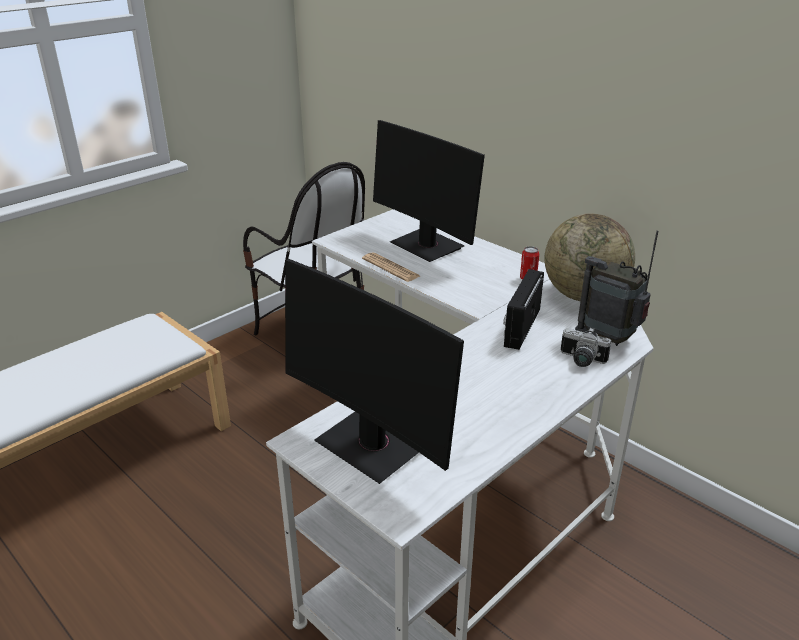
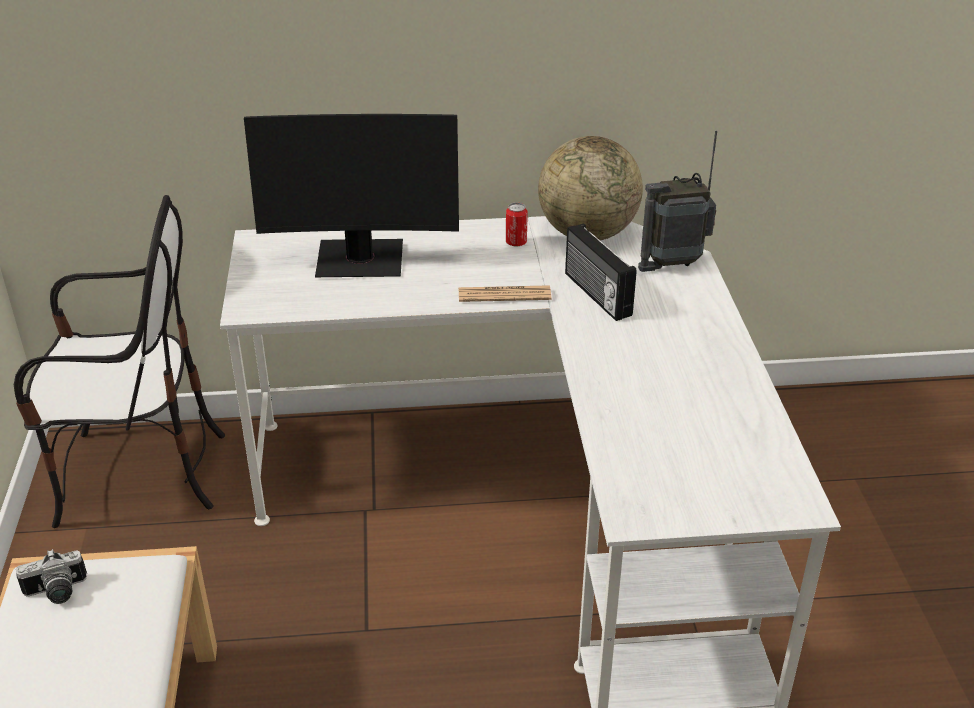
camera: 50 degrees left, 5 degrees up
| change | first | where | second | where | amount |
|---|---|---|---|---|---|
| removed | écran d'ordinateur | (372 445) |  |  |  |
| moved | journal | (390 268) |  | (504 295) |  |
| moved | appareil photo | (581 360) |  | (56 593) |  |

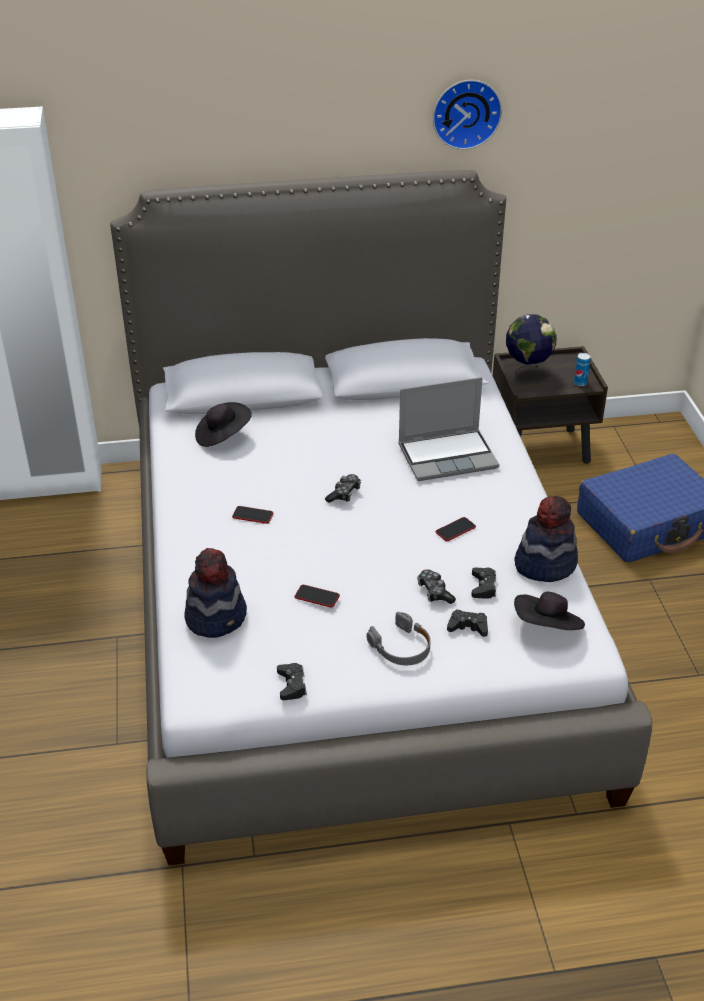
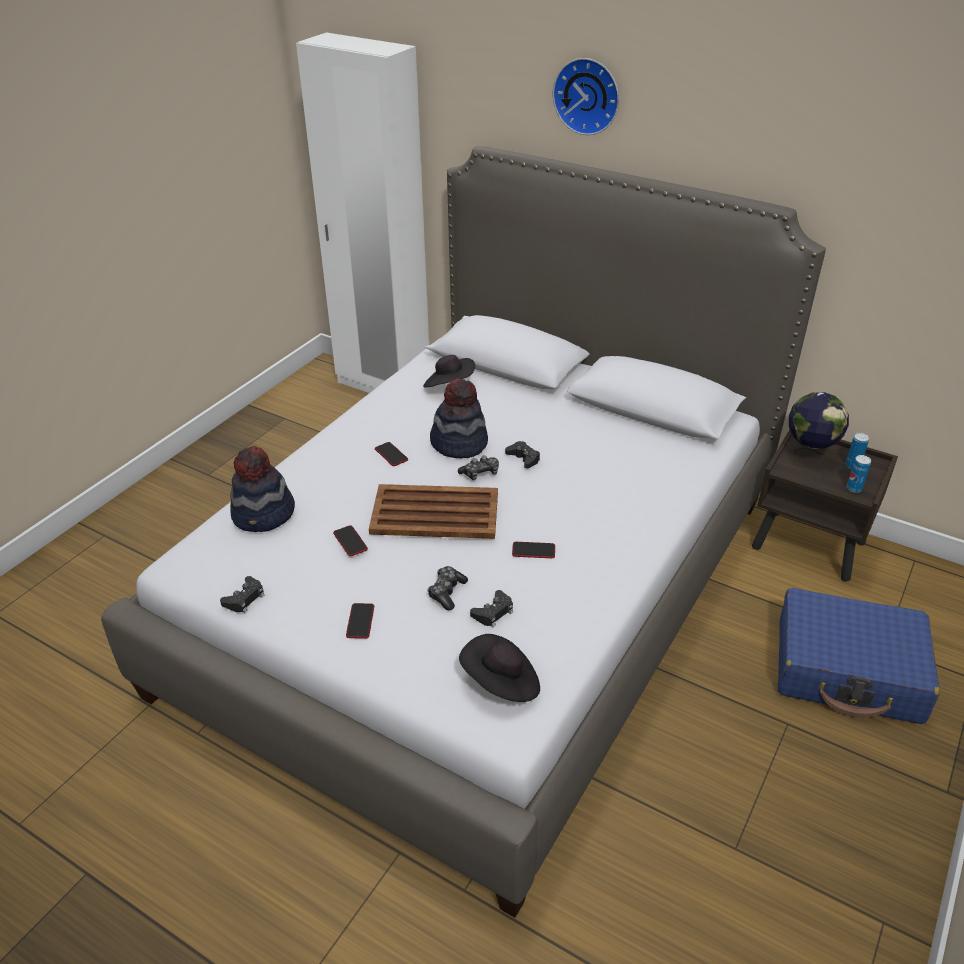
camera: 40 degrees right, 0 degrees up
| change | first | where | second | where | amount |
|---|---|---|---|---|---|
| removed | ordinateur portable | (448 456) |  |  |  |
| added |  |  | plateau/marron | (433 513) |  |
| added |  |  | boîte métallique | (852 465) |  |
| moved | horloge murale | (466 113) |  | (588 95) |  |
| moved | manette/noir | (468 627) |  | (523 458) |  |
| moved | chapeau | (544 563) |  | (459 443) |  |
| replaced | casque audio/gris | (401 647) | téléphone | (360 621) |  |

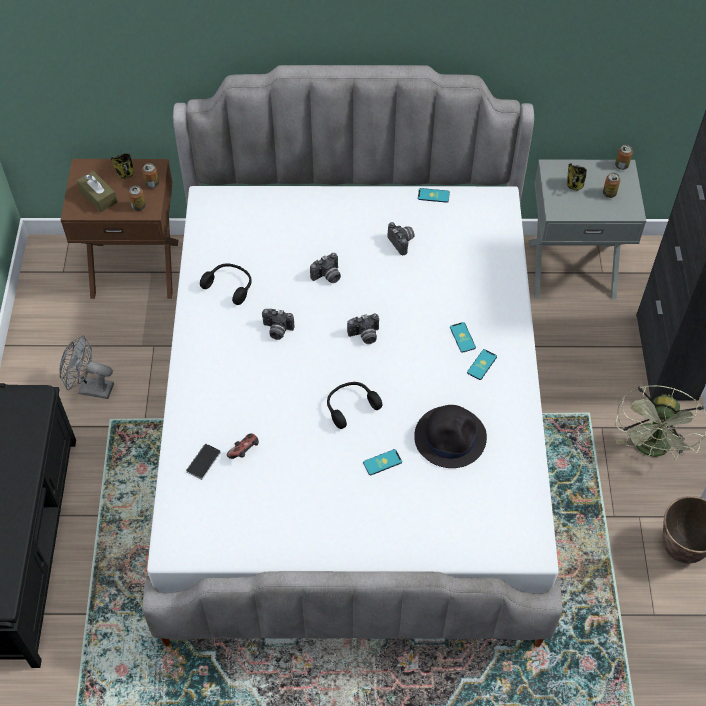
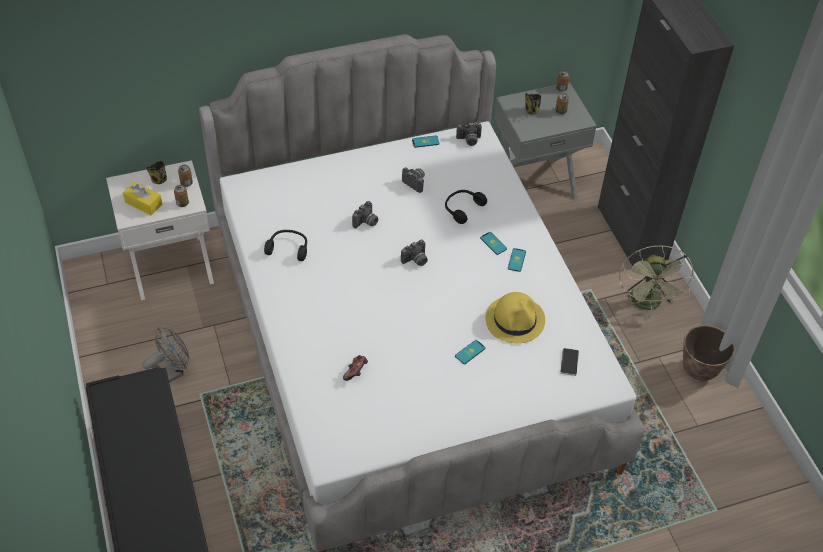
camera: 20 degrees left, 5 degrees down
| change | first | where | second | where | amount |
|---|---|---|---|---|---|
| moved | téléphone | (203 462) |  | (569 362) |  |
| moved | appareil photo | (277 330) |  | (469 140) |  |
| moved | casque audio/noir | (350 406) |  | (462 208) |  |
| recoloured | table de chevet/marron | (135 267) | table de chevet/blanc | (171 265) |  |
| recoloured | boîte à mouchoirs/marron | (98 197) | boîte à mouchoirs/jaune | (143 203) |  |
| recoloured | chapeau/noir | (450 437) | chapeau/jaune | (515 320) |  |
| turned | ventilateur/gris | (90 388) |  | (171 373) | 150 degrees clockwise |

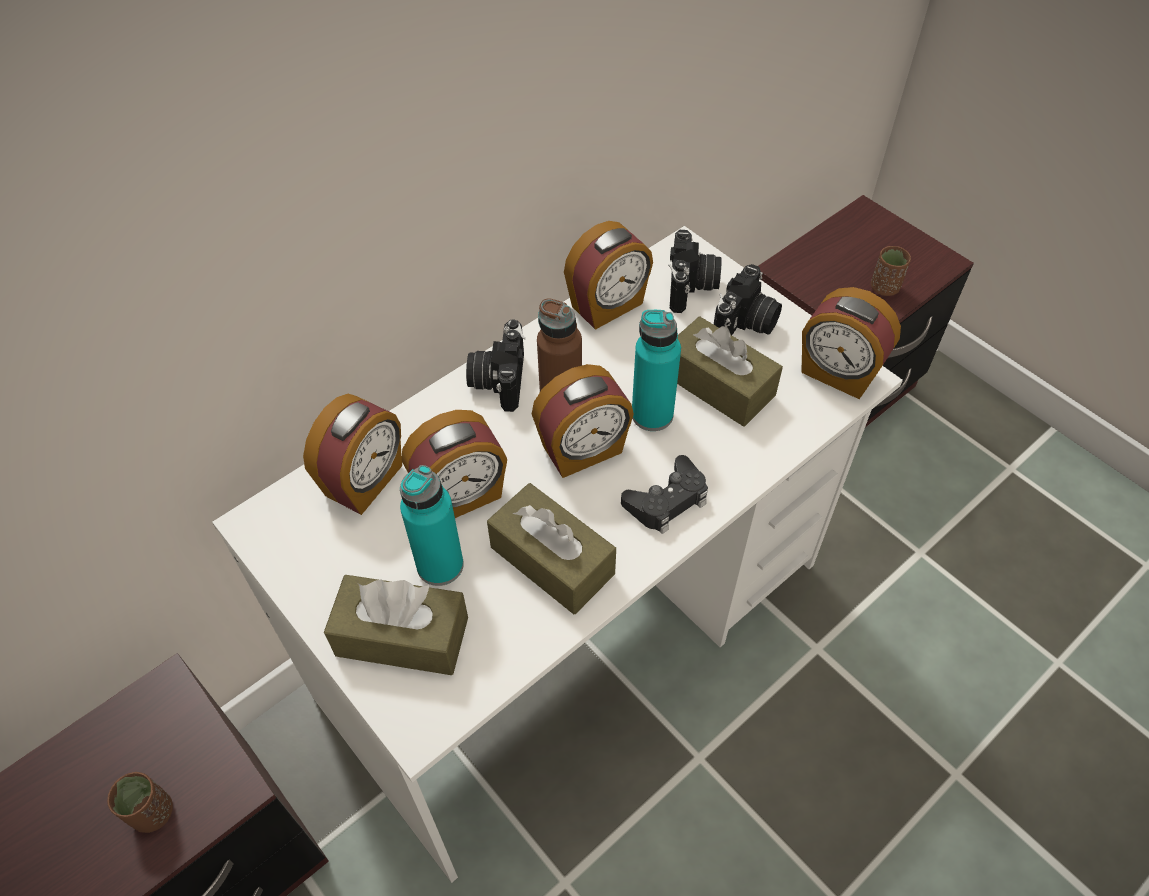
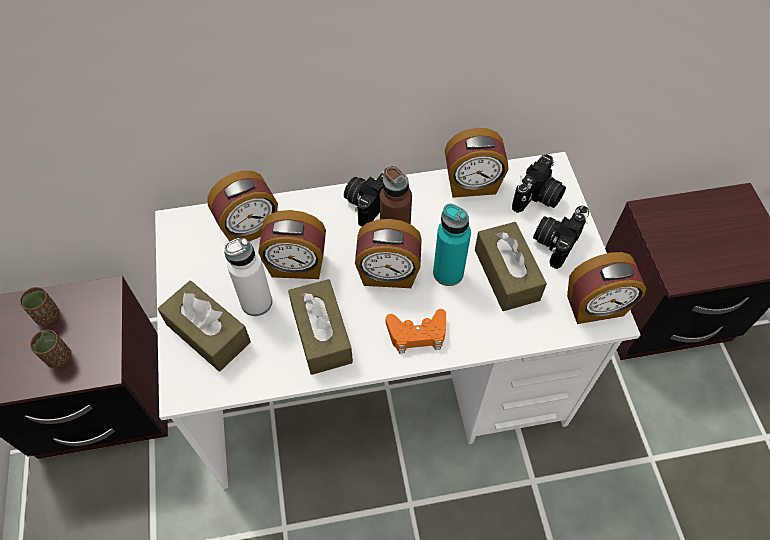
camera: 30 degrees right, 5 degrees up
| change | first | where | second | where | amount |
|---|---|---|---|---|---|
| moved | tasse/marron | (884 288) |  | (48 315) |  |
| recoloured | bouteille/turquoise | (440 565) | bouteille/blanc | (256 302) |  |
| recoloured | manette/noir | (667 500) | manette/orange | (417 334) |  |
| turned | appareil photo | (745 324) |  | (556 241) | 150 degrees clockwise |
| turned | réveil | (838 374) |  | (595 307) | 75 degrees counterclockwise |

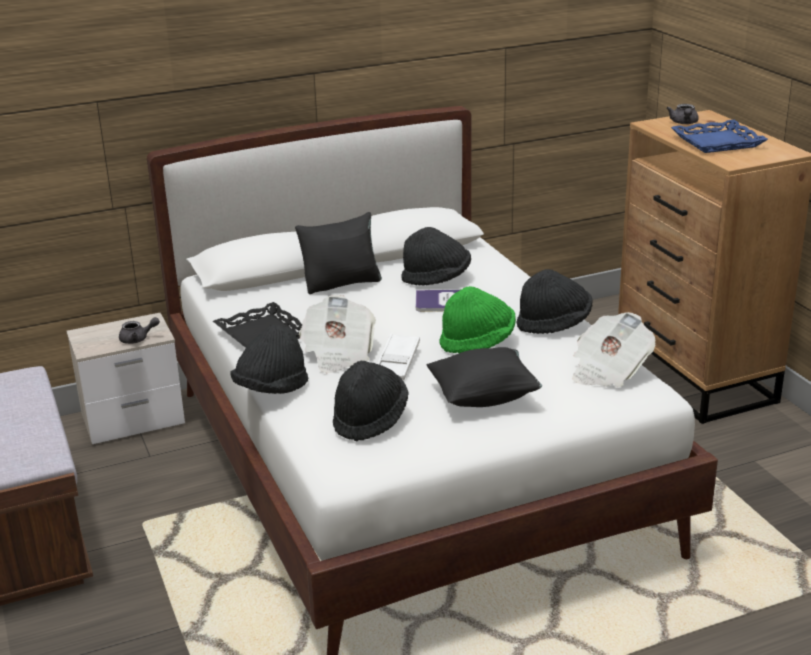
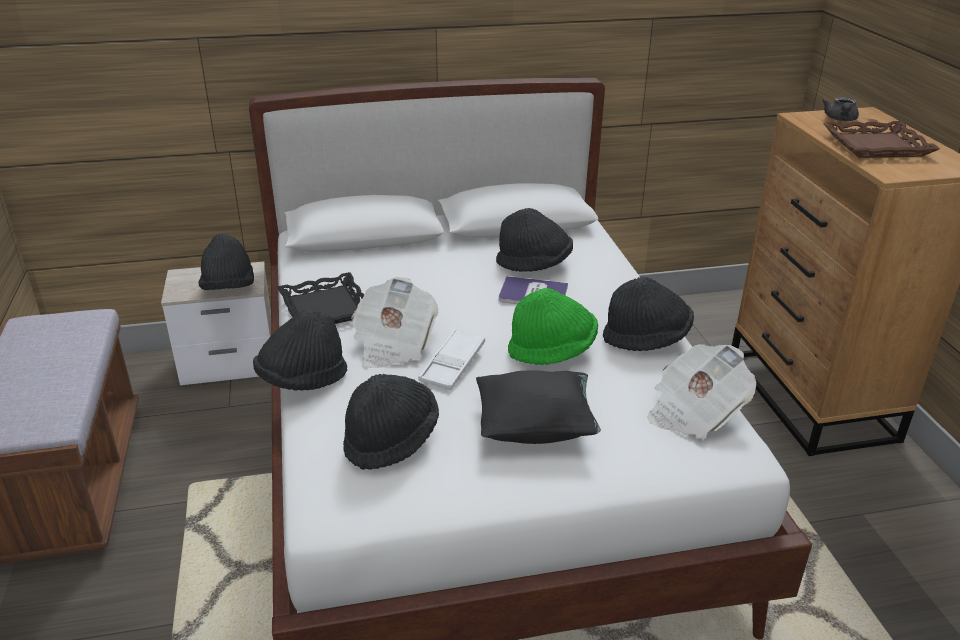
camera: 10 degrees right, 5 degrees up
| change | first | where | second | where | amount |
|---|---|---|---|---|---|
| removed | coussin/noir | (342 283) |  |  |  |
| replaced | théière/gris | (138 339) | chapeau/noir | (229 288) |  |
| recoloured | plateau/bleu | (717 142) | plateau/marron | (876 146) |  |

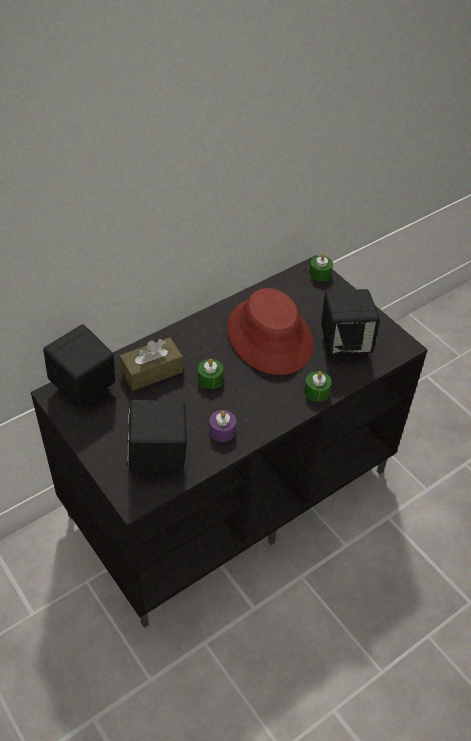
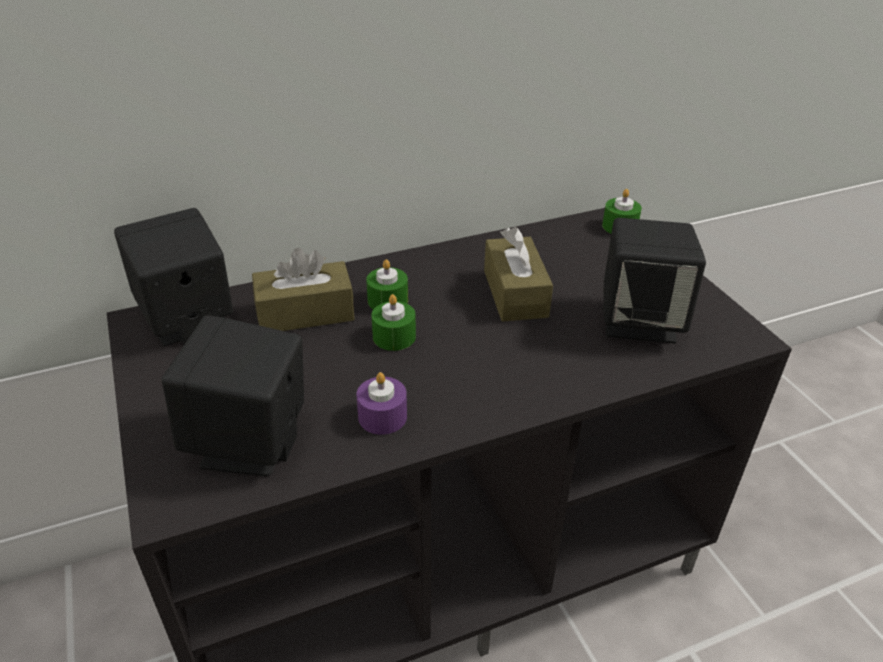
camera: 15 degrees right, 10 degrees down
| change | first | where | second | where | amount |
|---|---|---|---|---|---|
| moved | bougie/vert | (316 392) |  | (388 300) |  |
| replaced | chapeau/rouge | (270 336) | boîte à mouchoirs/marron | (515 293) |  |

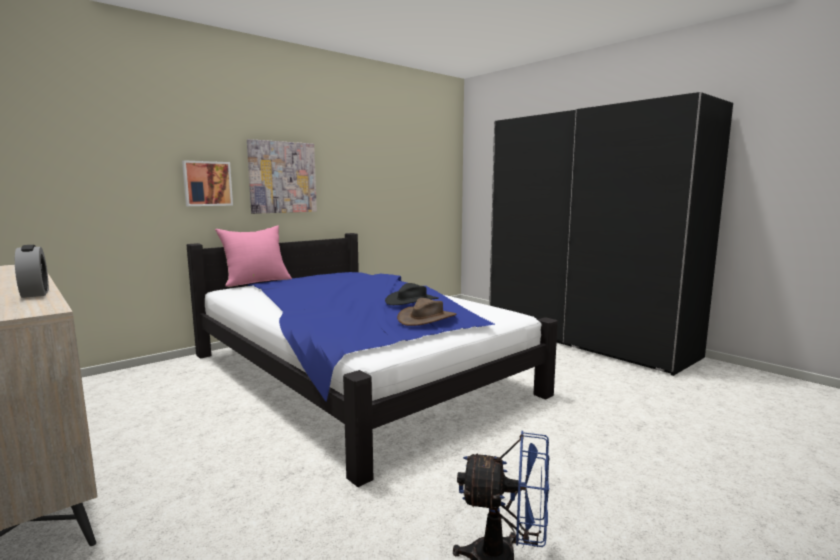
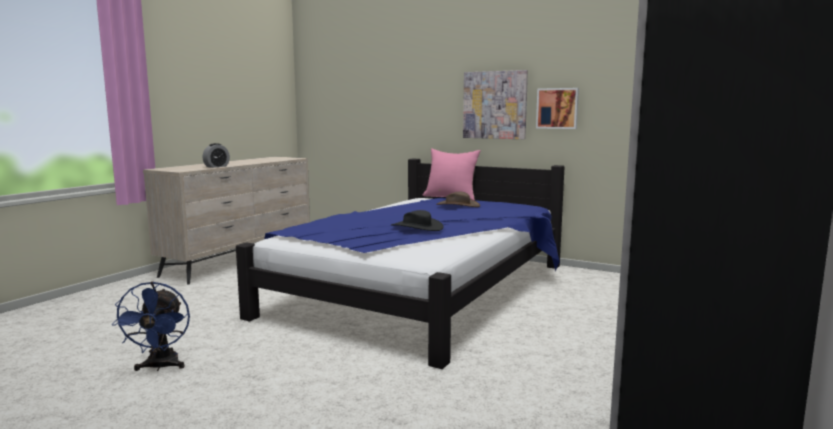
camera: 70 degrees right, 0 degrees up
| change | first | where | second | where | amount |
|---|---|---|---|---|---|
| moved | tableau | (207 183) |  | (557 108) |  |
| moved | chapeau/marron | (427 318) |  | (458 205) |  |

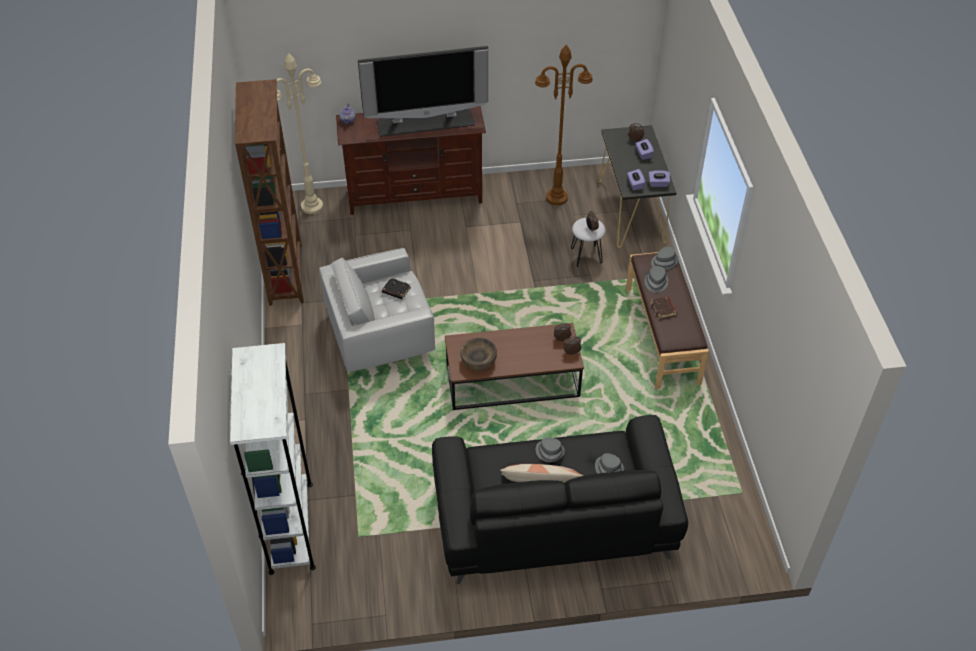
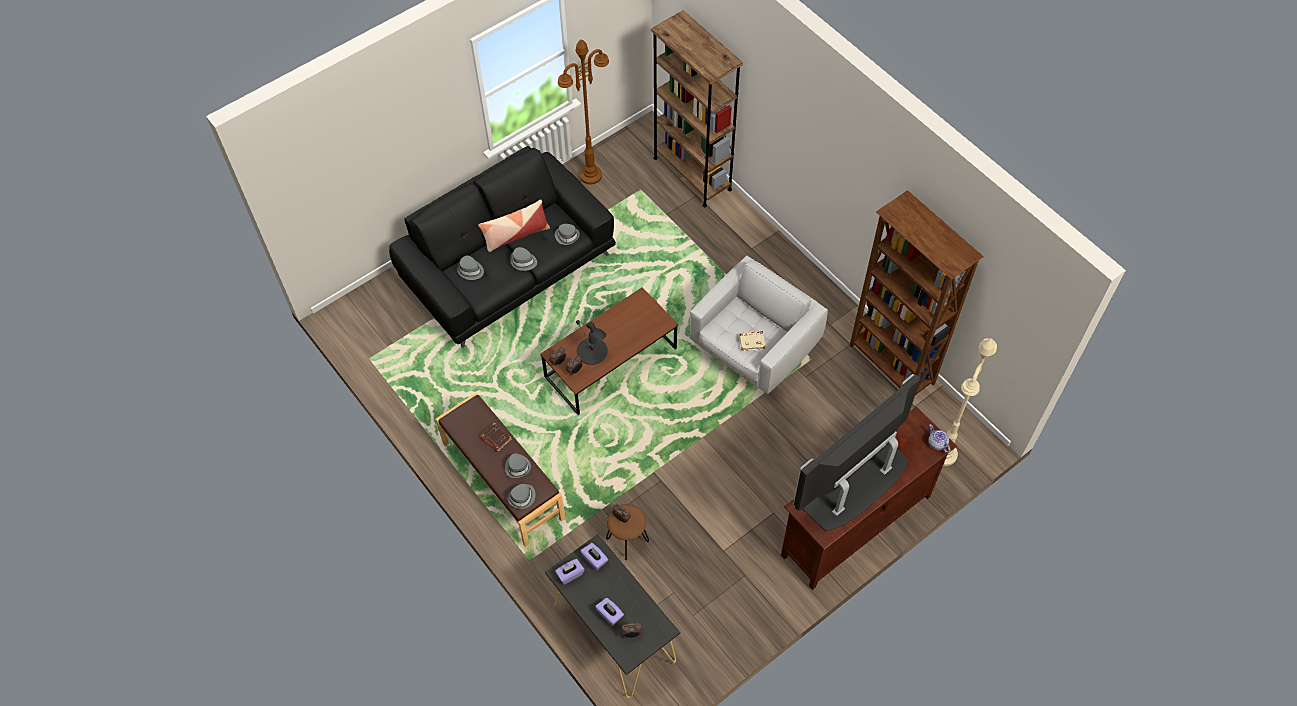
camera: 150 degrees right, 10 degrees up
| change | first | where | second | where | amount |
|---|---|---|---|---|---|
| removed | bol/marron | (478 361) |  |  |  |
| added |  |  | chapeau/gris | (567 236) |  |
| added |  |  | lampe de table/noir | (592 351) |  |
| moved | lampadaire/marron | (556 198) |  | (591 175) |  |
| recoloured | bibliothèque/blanc | (291 527) | bibliothèque/marron | (692 173) |  |
| recoloured | livre/noir | (395 290) | livre/beige | (752 341) |  |
| recoloured | tabouret/blanc | (586 256) | tabouret/marron | (627 540) |  |

